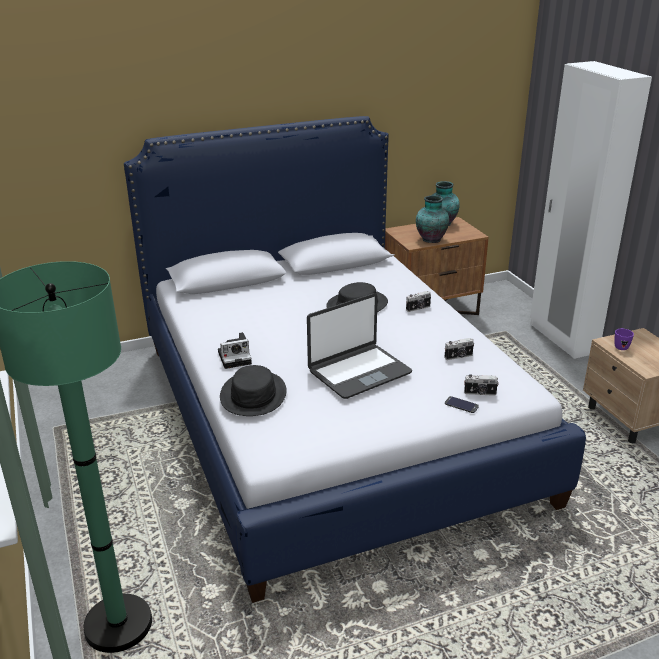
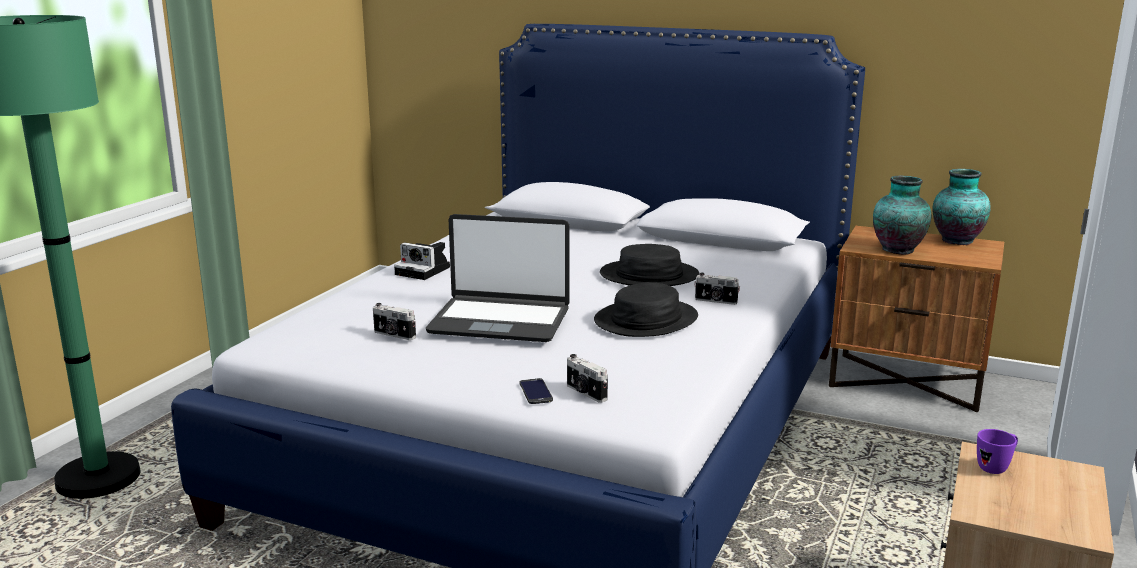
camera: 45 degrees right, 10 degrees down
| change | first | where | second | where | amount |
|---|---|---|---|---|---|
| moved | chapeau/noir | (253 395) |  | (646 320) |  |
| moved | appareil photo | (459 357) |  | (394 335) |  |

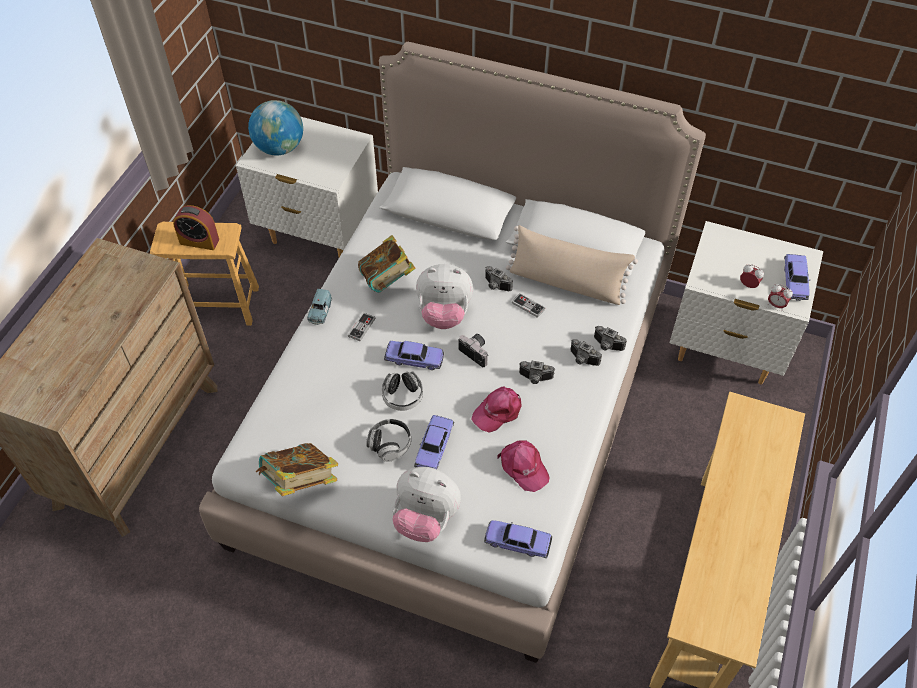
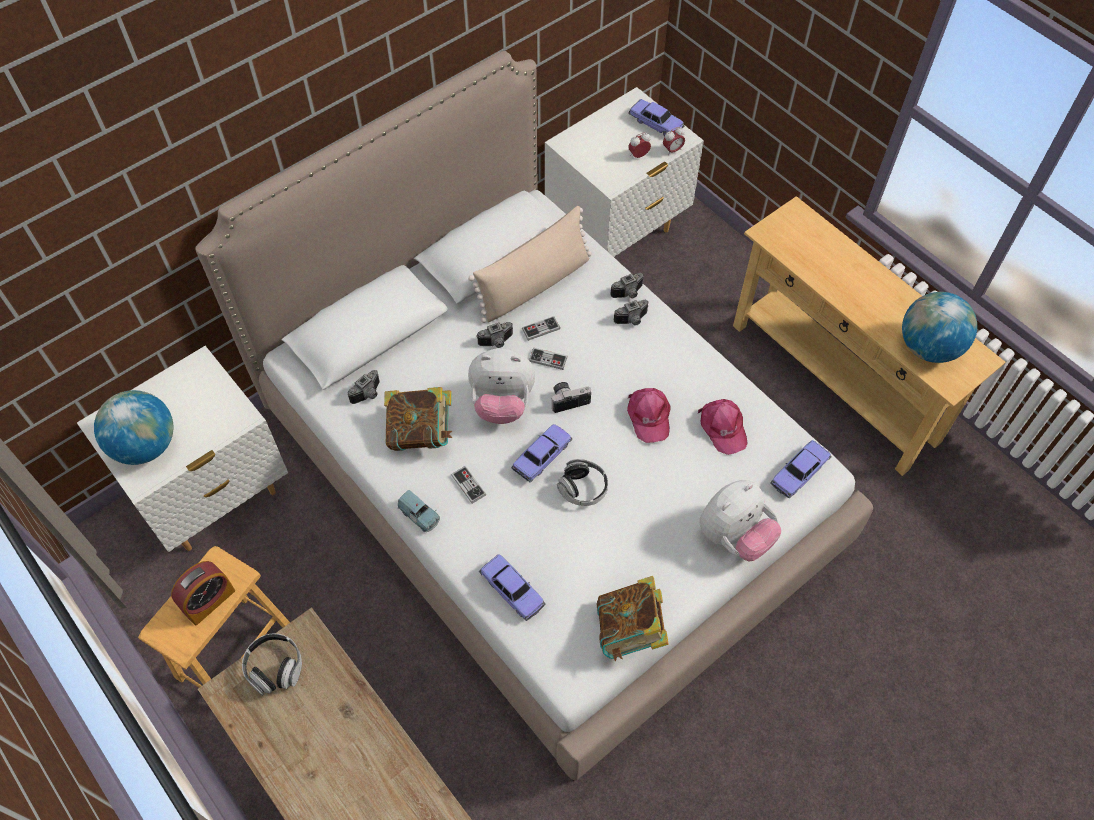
camera: 60 degrees left, 5 degrees up
| change | first | where | second | where | amount |
|---|---|---|---|---|---|
| added |  |  | manette | (548 359) |  |
| added |  |  | globe | (928 347) |  |
| moved | casque audio | (390 444) |  | (275 668) |  |
| moved | petite voiture | (434 447) |  | (512 590) |  |
| moved | appareil photo | (535 379) |  | (369 394) |  |
| turned | peluche | (444 314) |  | (502 403) | 60 degrees clockwise |
| turned | casquette/rose | (523 467) |  | (722 427) | 75 degrees clockwise |

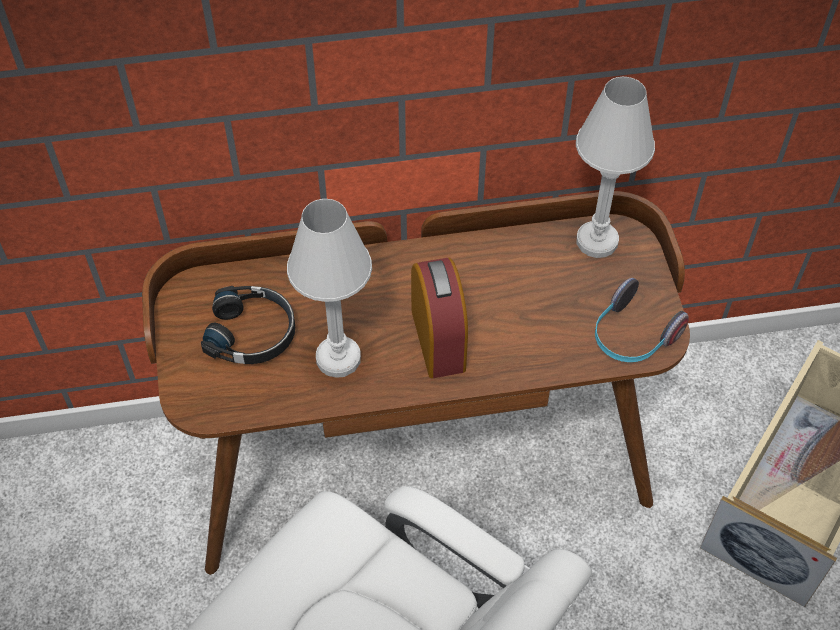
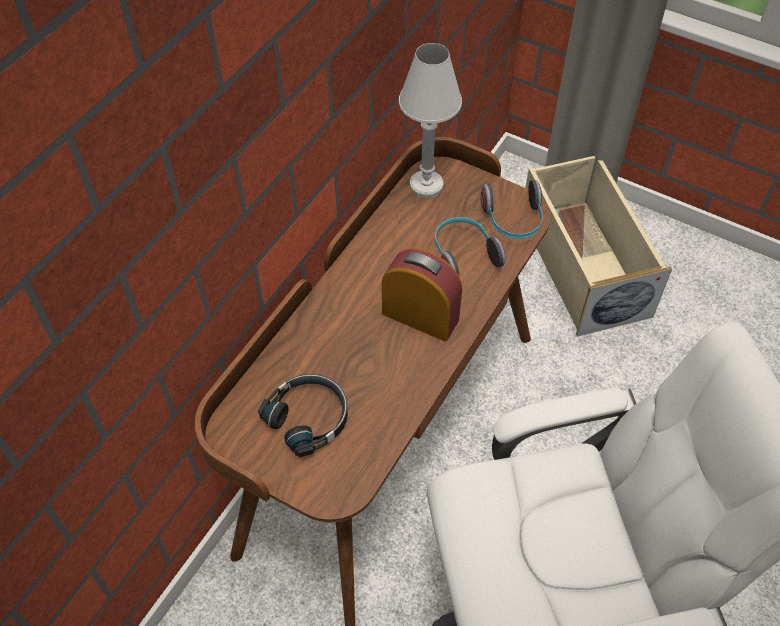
camera: 50 degrees left, 0 degrees up
| change | first | where | second | where | amount |
|---|---|---|---|---|---|
| removed | lampe de table/blanc | (338 358) |  |  |  |
| added |  |  | casque audio | (463 255) |  |

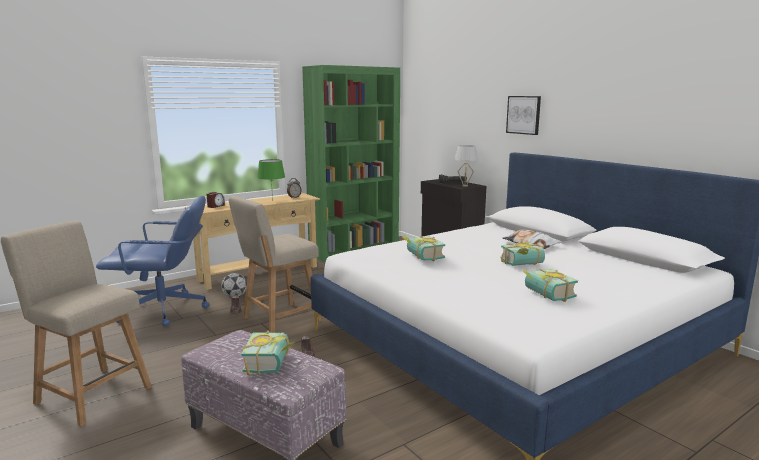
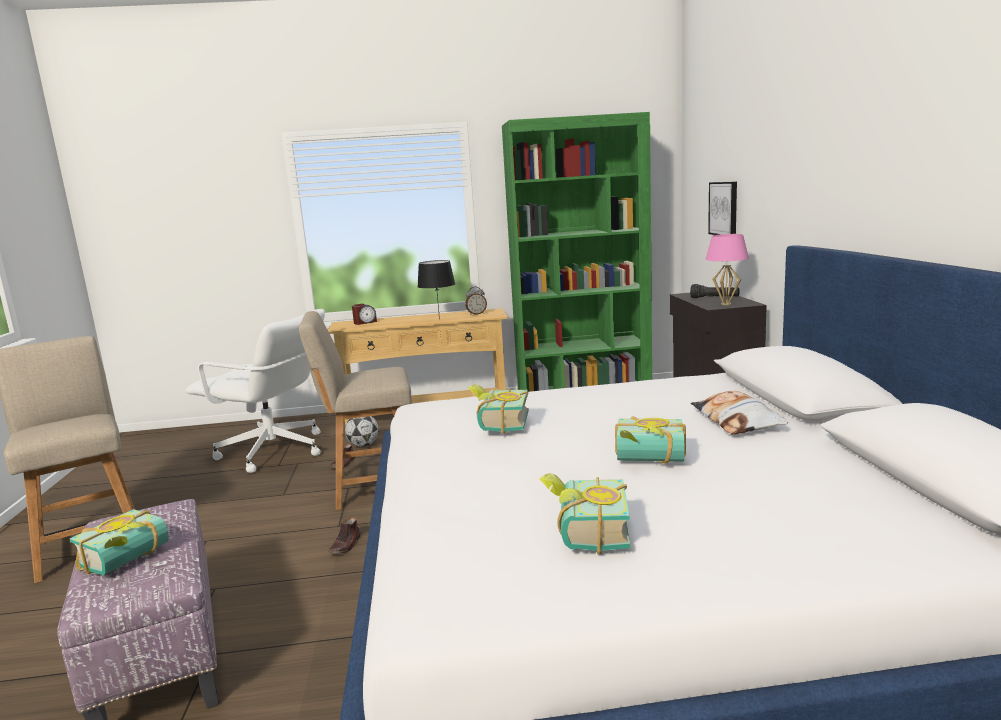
camera: 30 degrees right, 0 degrees up
| change | first | where | second | where | amount |
|---|---|---|---|---|---|
| moved | tableau | (523 115) |  | (724 208) |  |
| recoloured | chaise de bureau/bleu | (164 311) | chaise de bureau/blanc | (273 452) |  |
| recoloured | lampe de table/vert | (272 201) | lampe de table/noir | (439 319) |  |
| recoloured | lampe de table/blanc | (464 186) | lampe de table/rose | (725 304) |  |

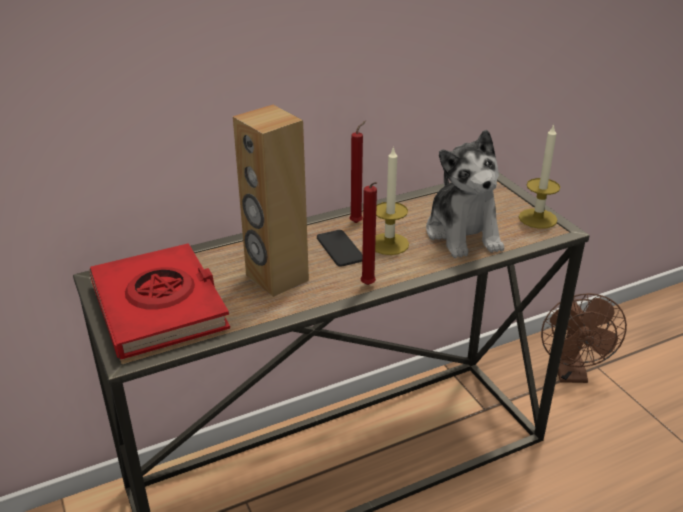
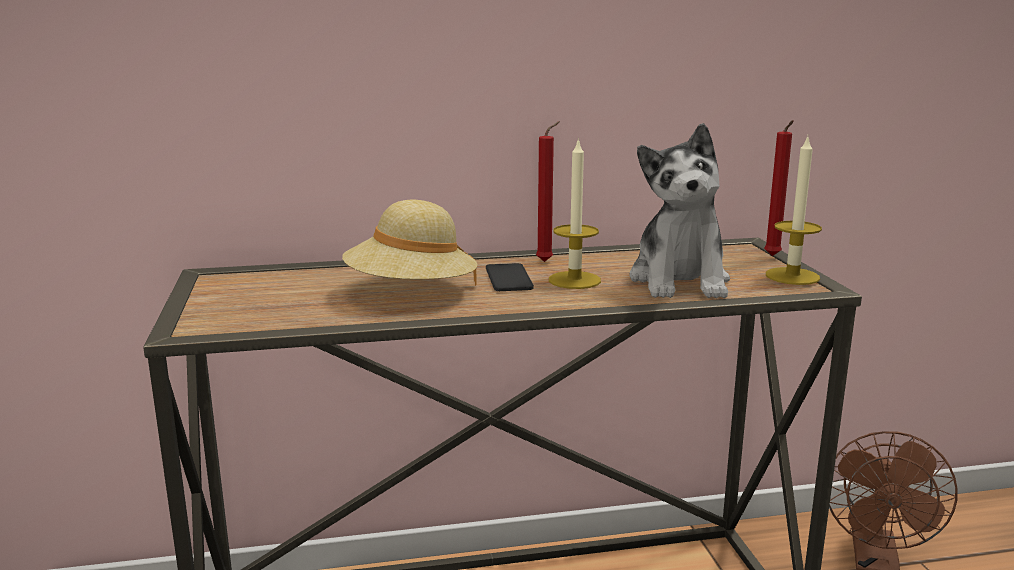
camera: 15 degrees right, 15 degrees down
| change | first | where | second | where | amount |
|---|---|---|---|---|---|
| removed | livre/rouge | (160 307) |  |  |  |
| moved | bougie/rouge | (368 286) |  | (773 257) |  |
| replaced | enceinte/marron | (276 278) | chapeau/beige | (411 292) |  |

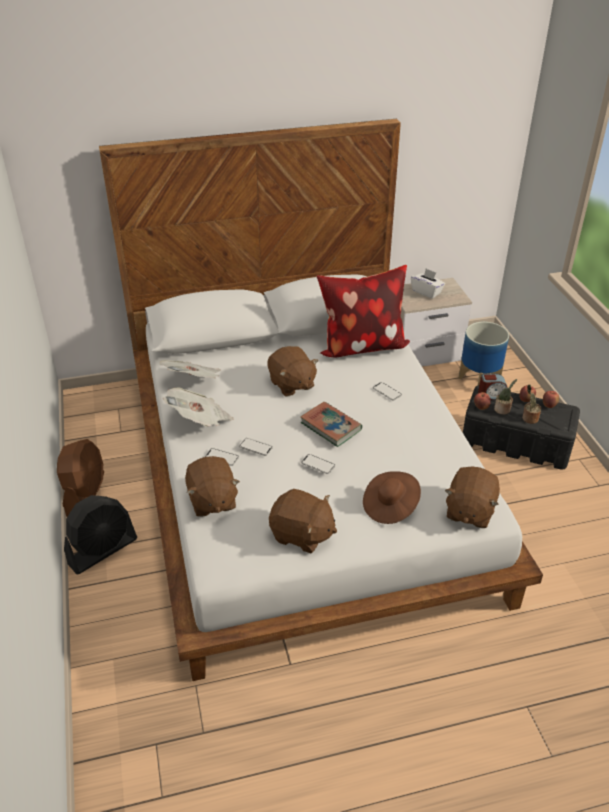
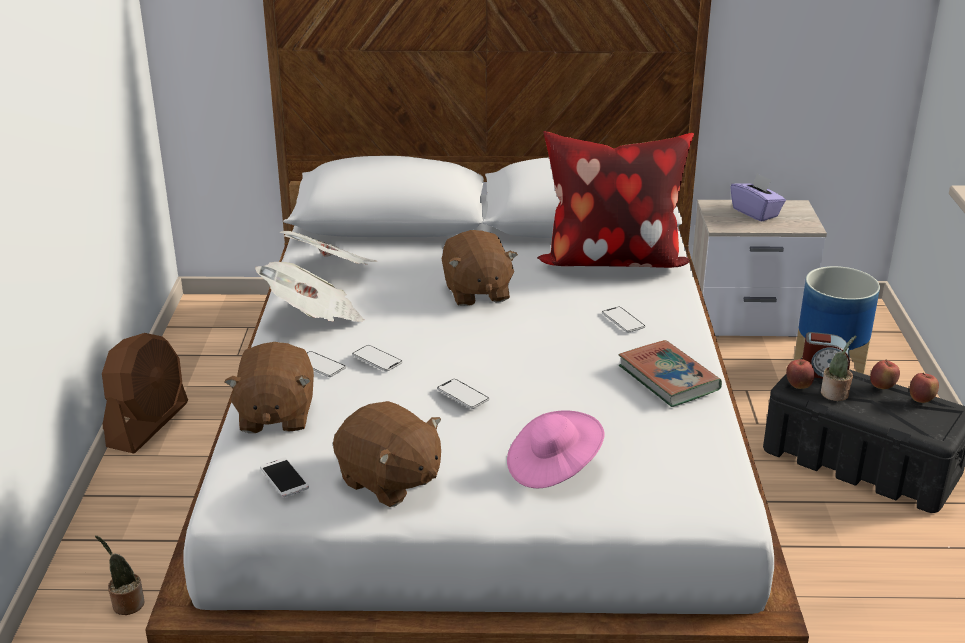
camera: 15 degrees right, 10 degrees down
| change | first | where | second | where | amount |
|---|---|---|---|---|---|
| removed | ventilateur/noir | (102 550) |  |  |  |
| removed | peluche/marron | (469 511) |  |  |  |
| added |  |  | téléphone | (284 478) |  |
| moved | livre | (331 426) |  | (668 378) |  |
| moved | plante en pot | (529 418) |  | (126 604) |  |
| recoloured | chapeau/marron | (390 506) | chapeau/rose | (553 468) |  |
| recoloured | boîte à mouchoirs/blanc | (426 292) | boîte à mouchoirs/violet | (755 213) |  |

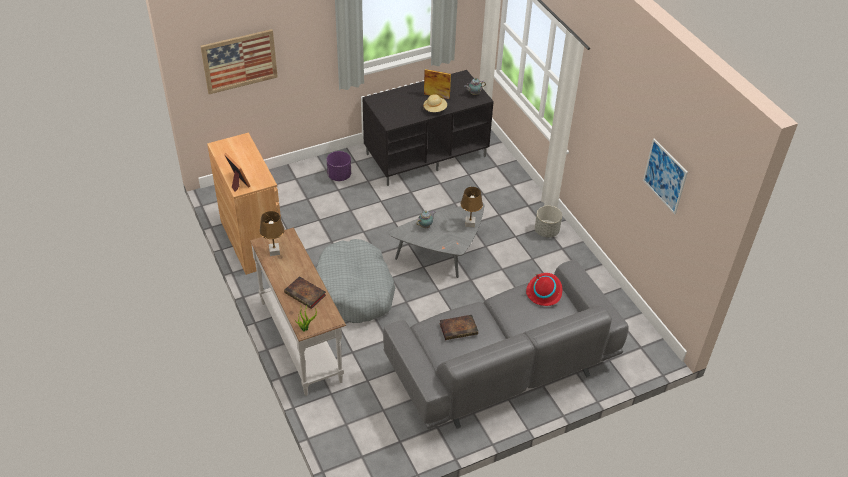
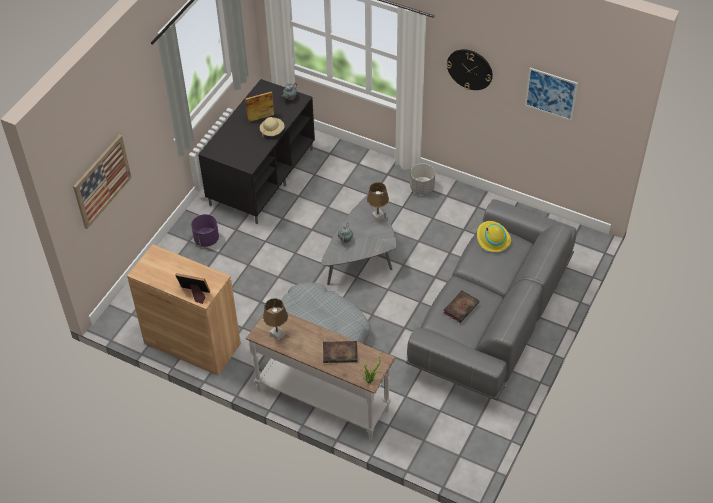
camera: 35 degrees left, 5 degrees up
| change | first | where | second | where | amount |
|---|---|---|---|---|---|
| added |  |  | horloge murale | (470 69) |  |
| recoloured | chapeau/rouge | (544 291) | chapeau/jaune | (492 239) |  |

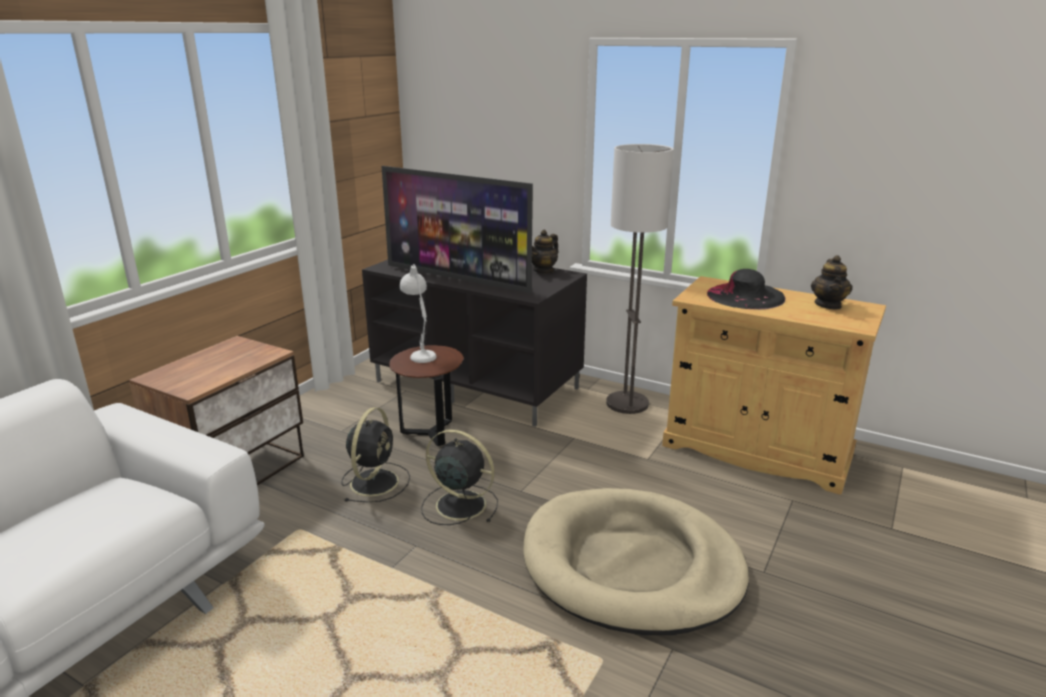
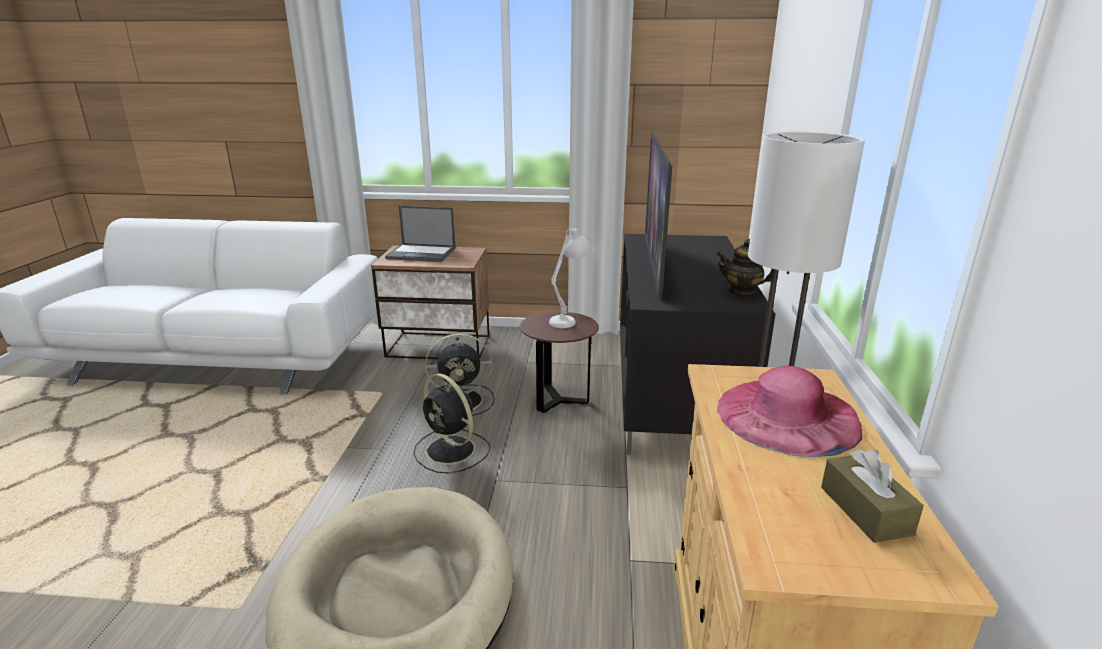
camera: 65 degrees right, 0 degrees up
| change | first | where | second | where | amount |
|---|---|---|---|---|---|
| added |  |  | ordinateur portable | (422 253) |  |
| replaced | théière | (828 305) | boîte à mouchoirs/marron | (865 510) |  |
| recoloured | chapeau/noir | (745 296) | chapeau/rose | (787 415) |  |
| turned | ventilateur/noir | (458 504) |  | (452 451) | 135 degrees clockwise |

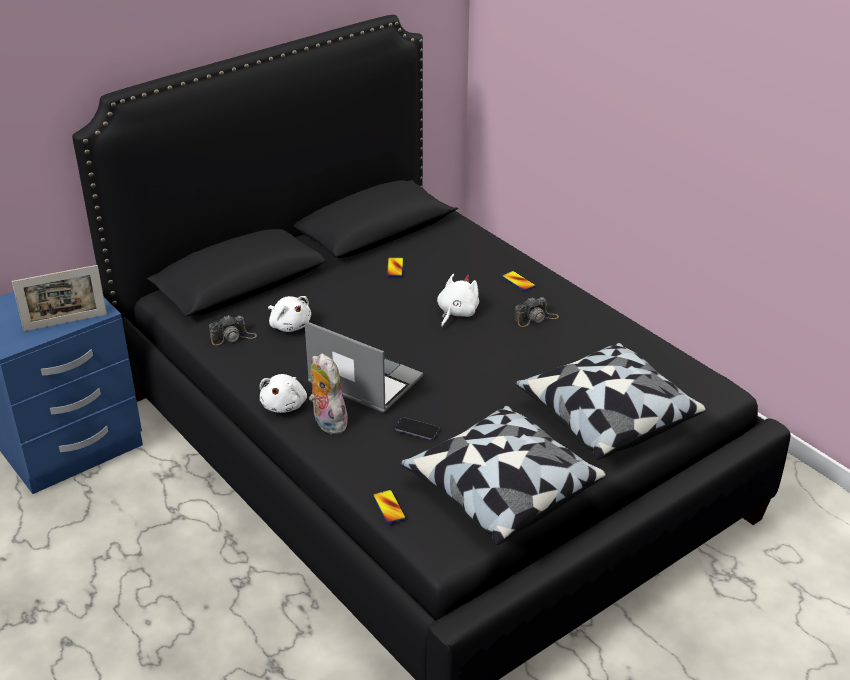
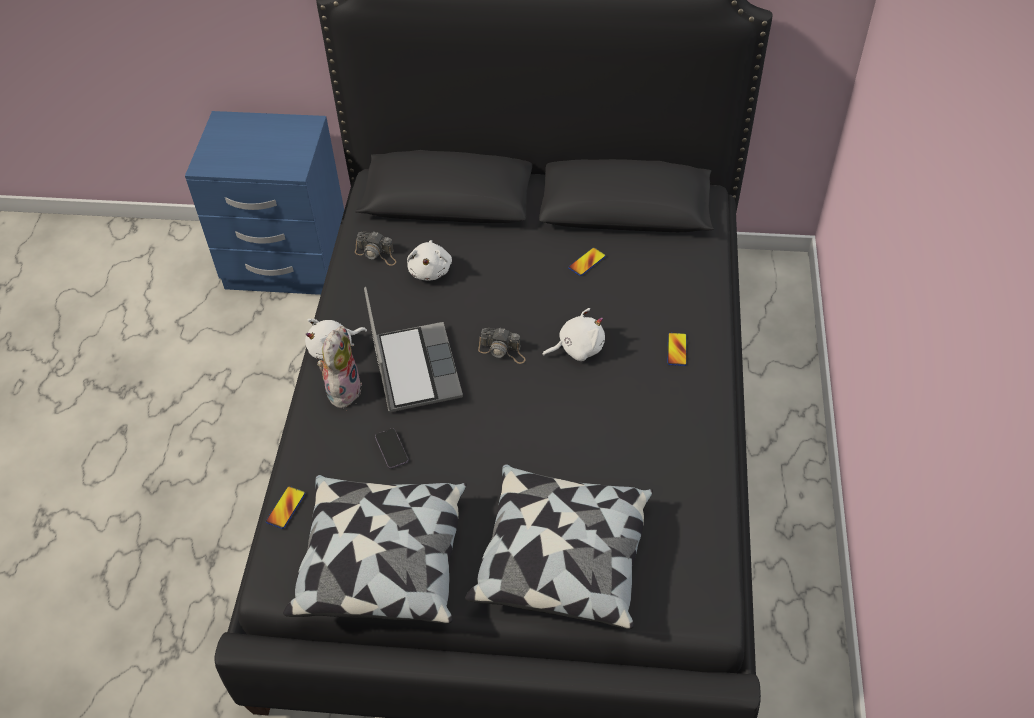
camera: 45 degrees right, 15 degrees up
| change | first | where | second | where | amount |
|---|---|---|---|---|---|
| removed | cadre photo | (65 322) |  |  |  |
| moved | appareil photo | (536 318) |  | (502 351) |  |

